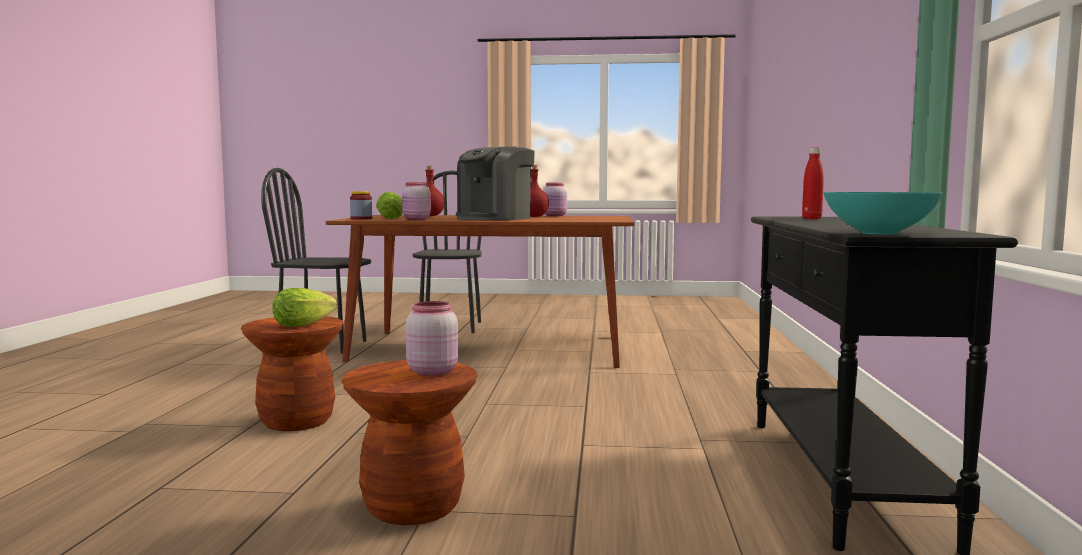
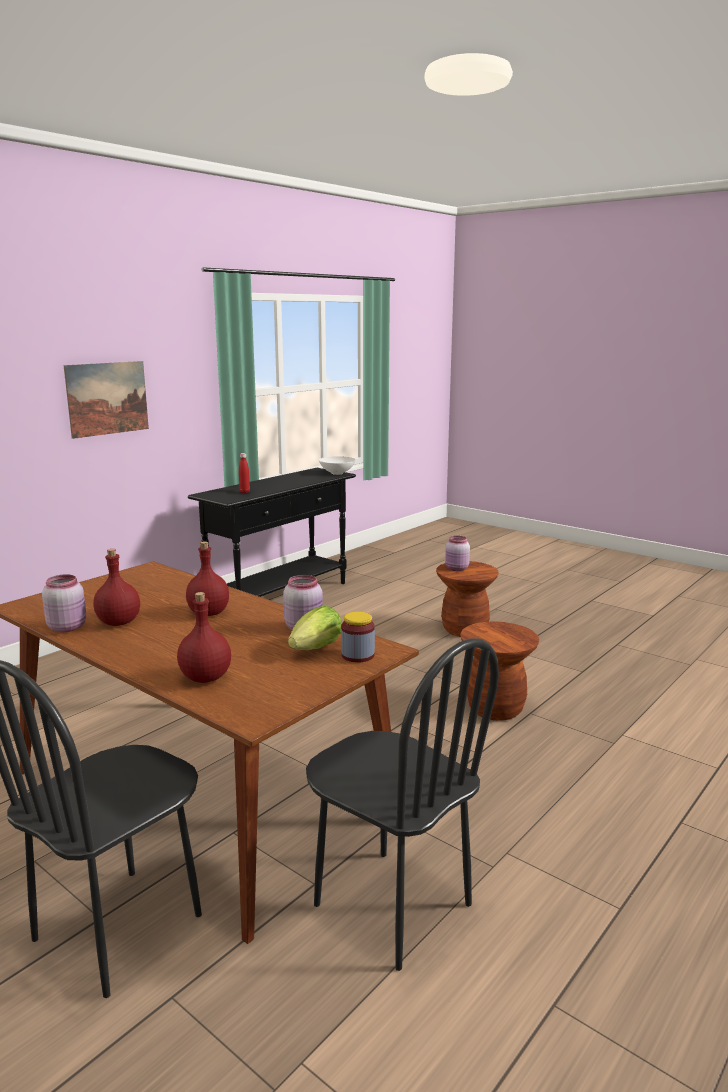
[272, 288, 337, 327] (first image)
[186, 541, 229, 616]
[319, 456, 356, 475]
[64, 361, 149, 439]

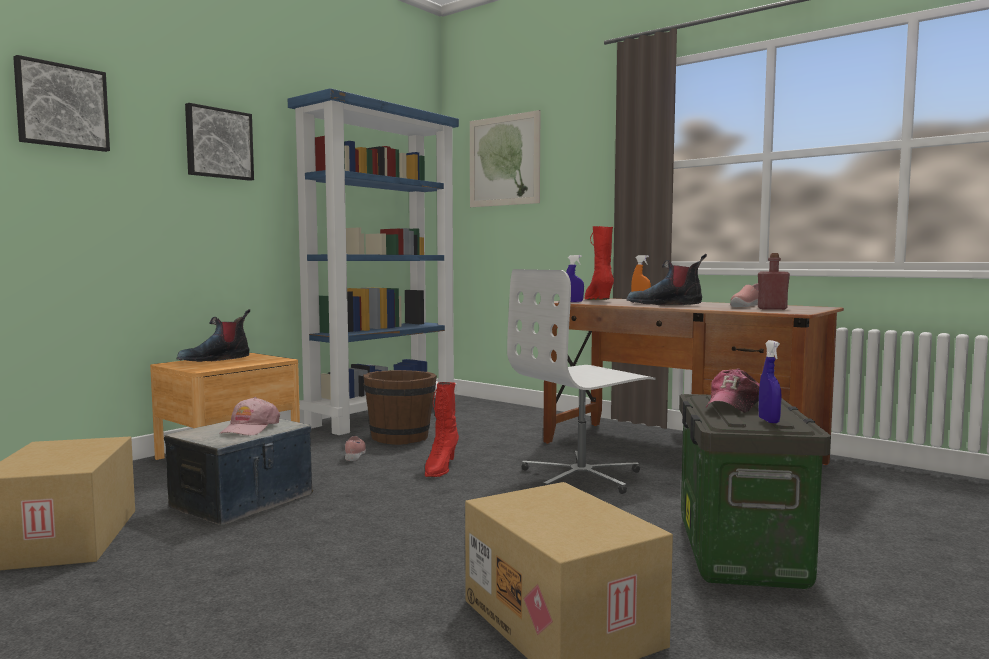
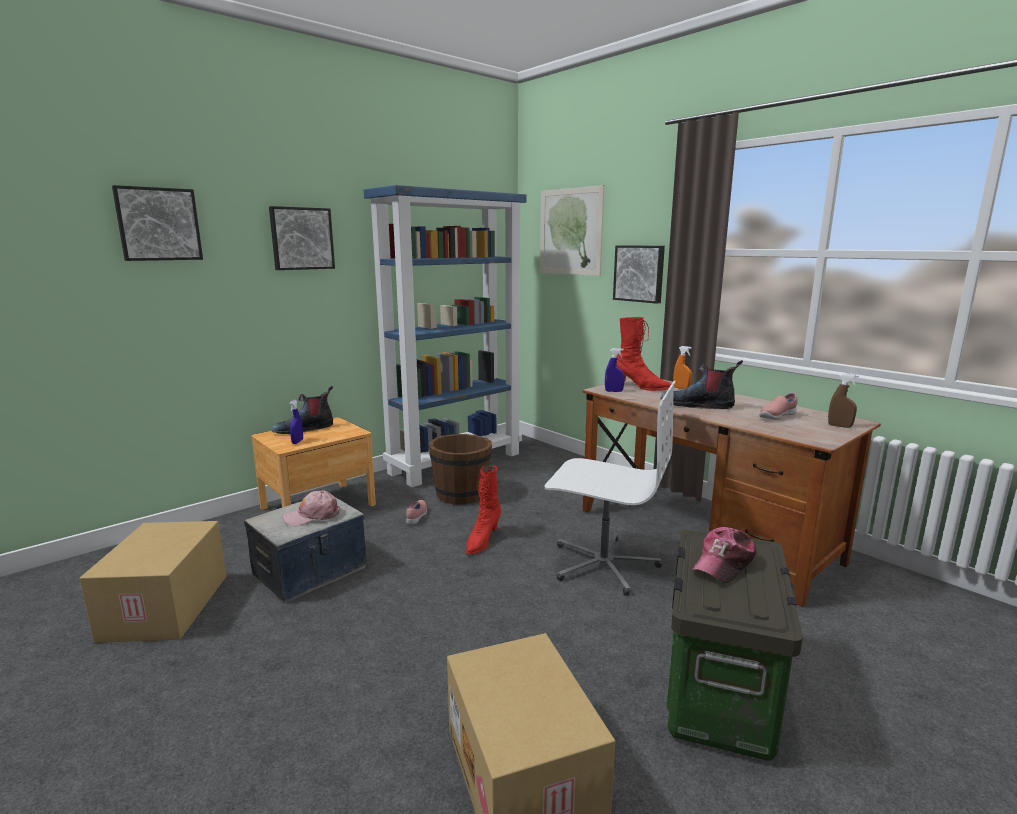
[283, 490, 340, 526]
[544, 381, 675, 596]
[616, 317, 671, 391]
[758, 253, 790, 310] (first image)
[289, 400, 303, 444]
[613, 245, 665, 304]
[828, 373, 859, 428]

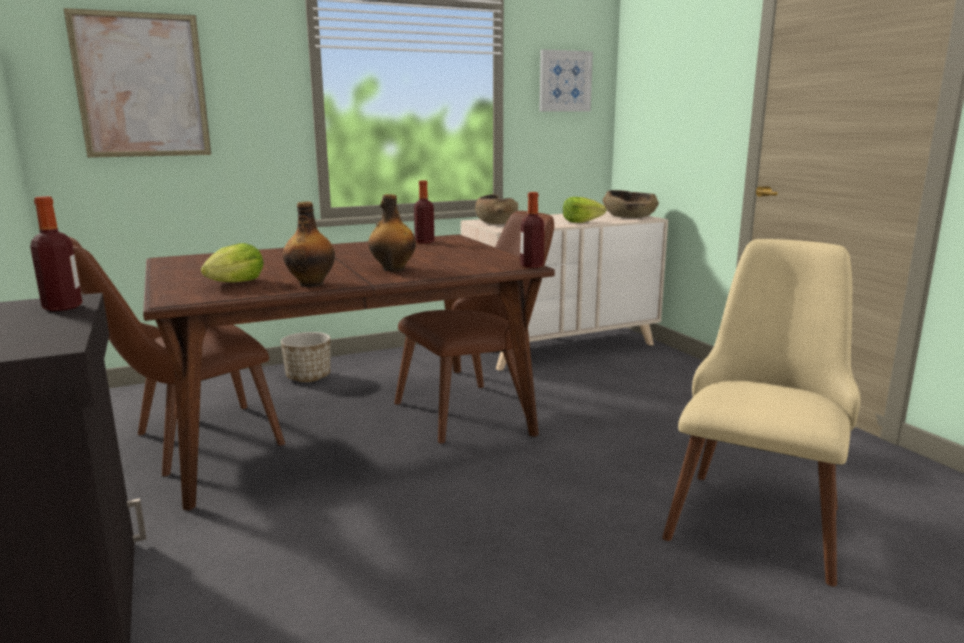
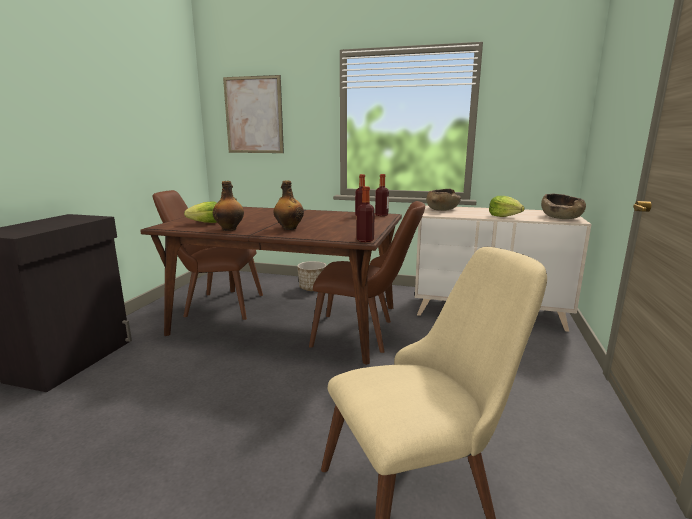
[375, 174, 389, 216]
[540, 49, 593, 111] (first image)

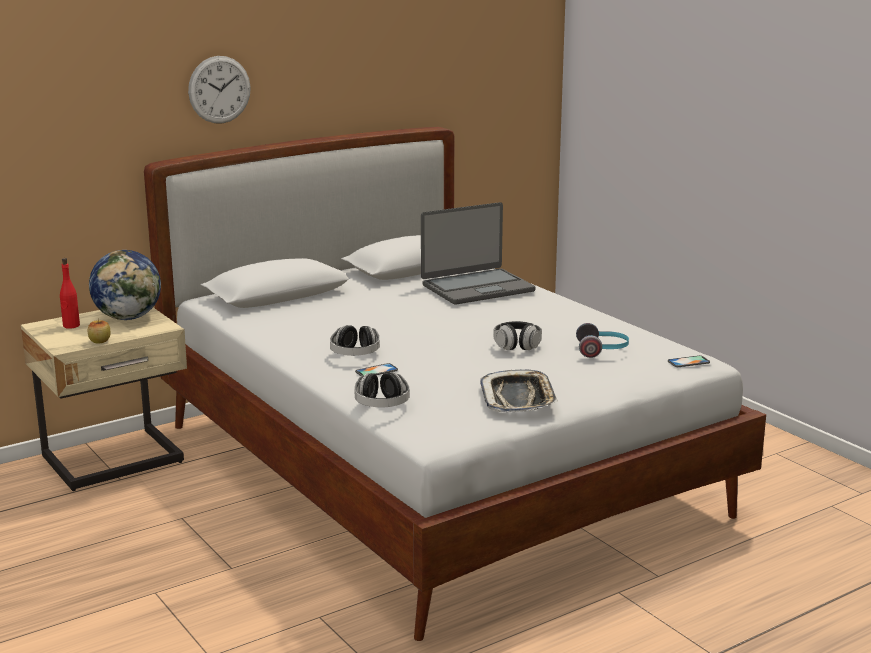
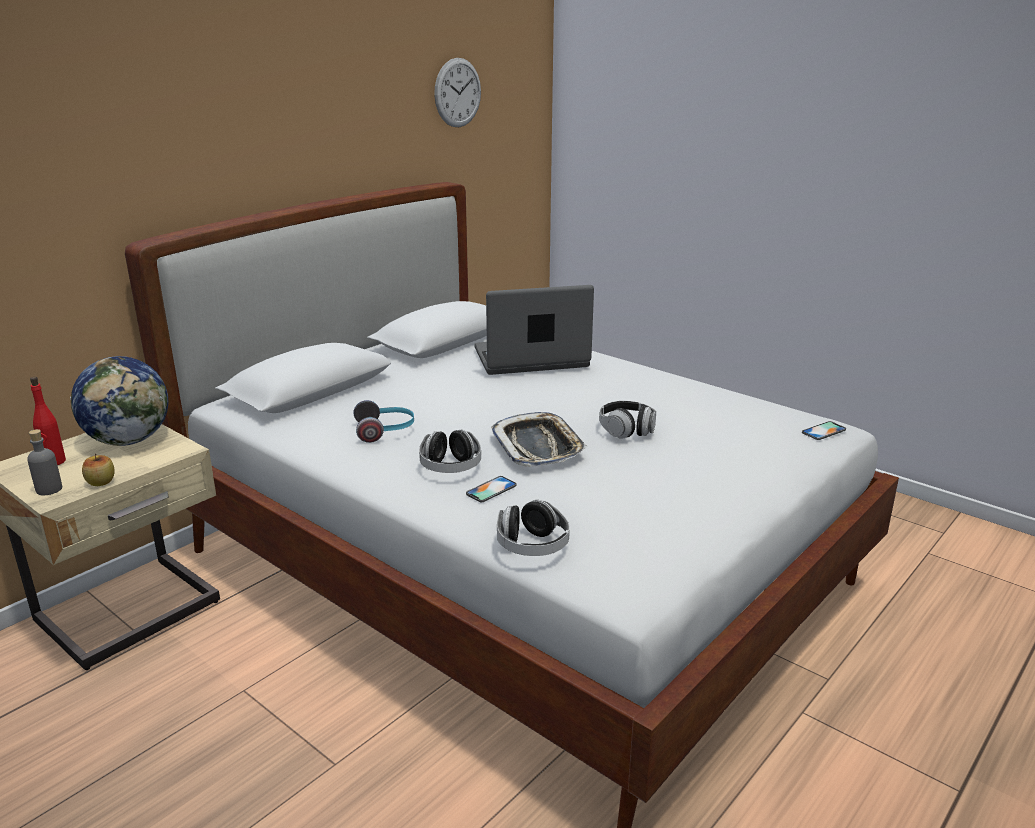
[434, 58, 481, 127]
[475, 285, 594, 375]
[491, 412, 588, 467]
[353, 400, 414, 443]
[27, 429, 62, 495]

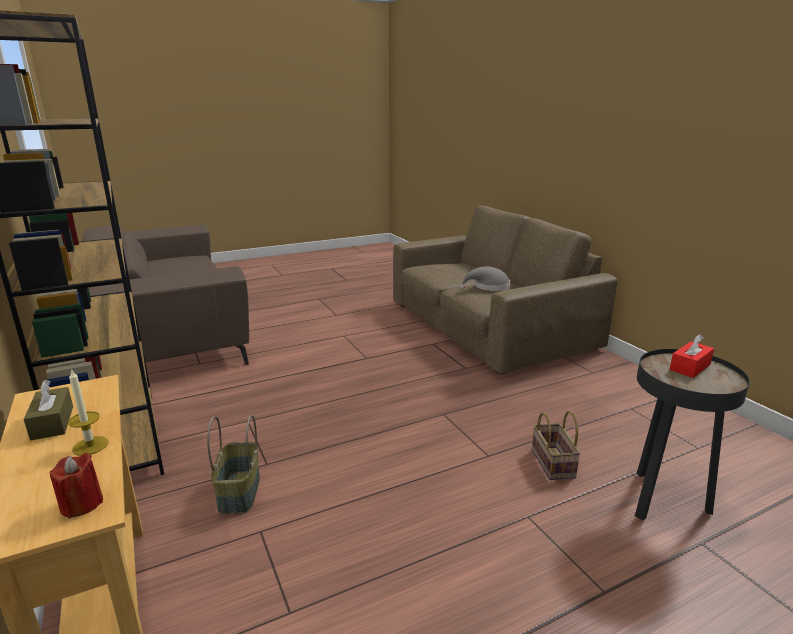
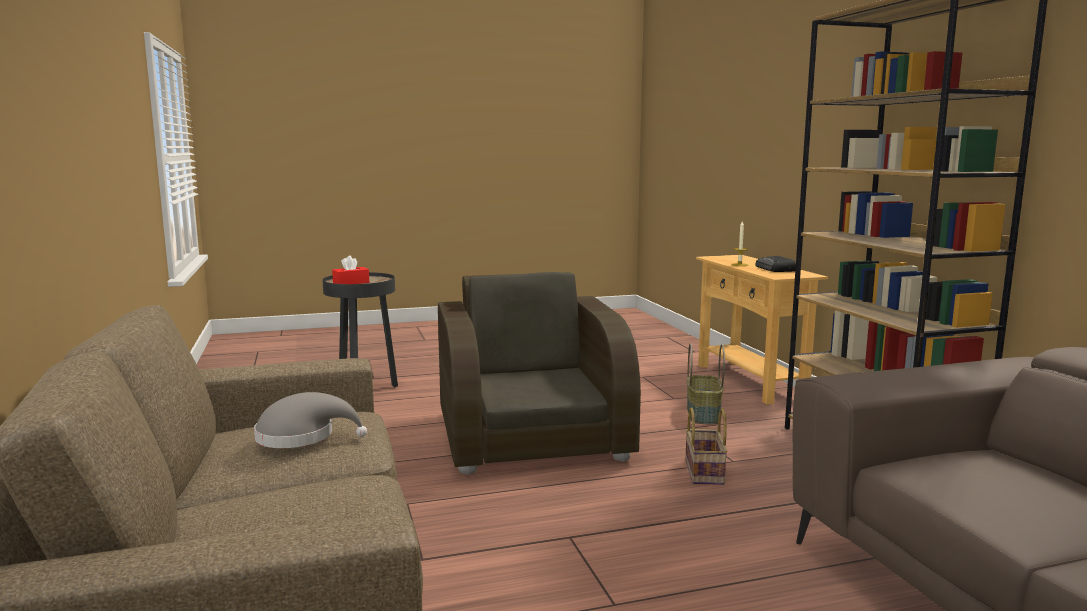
[755, 256, 796, 272]
[49, 453, 103, 519] (first image)
[685, 408, 728, 485]
[438, 272, 641, 475]

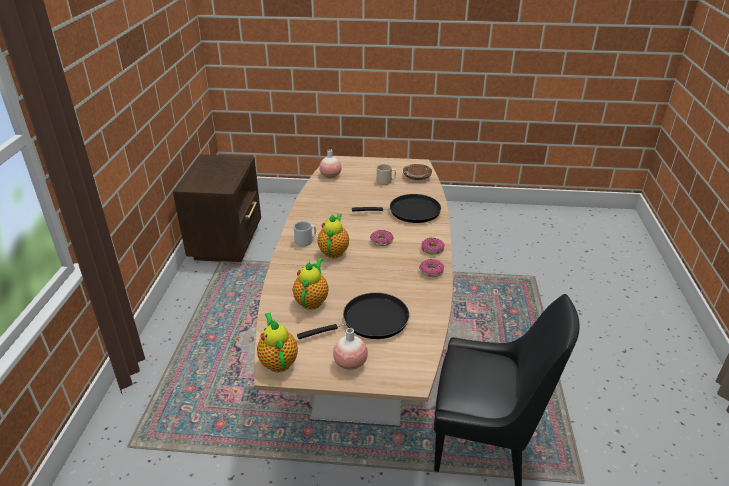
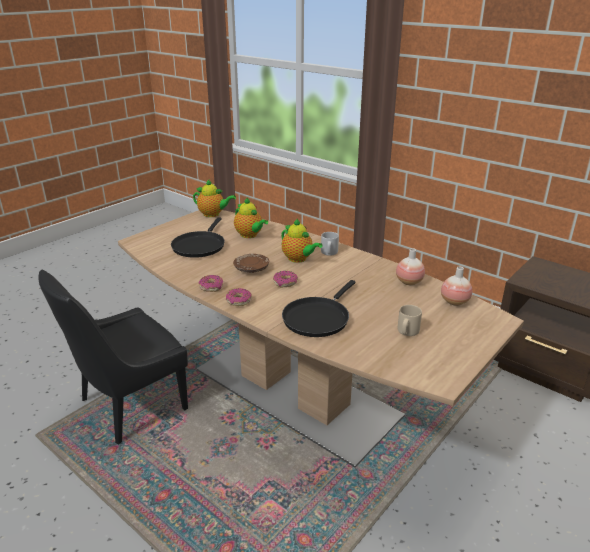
[396, 248, 425, 285]
[233, 254, 269, 273]

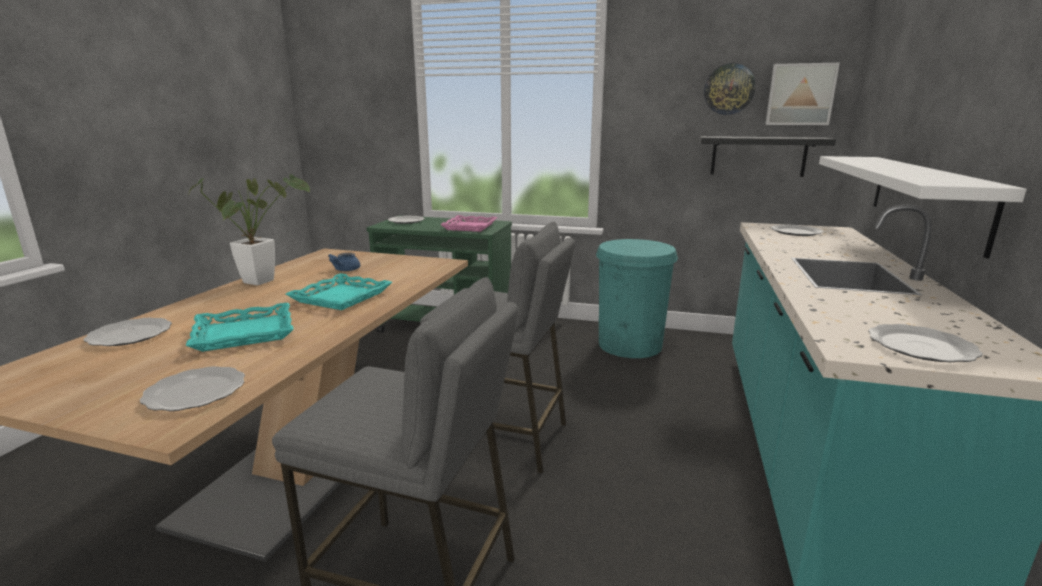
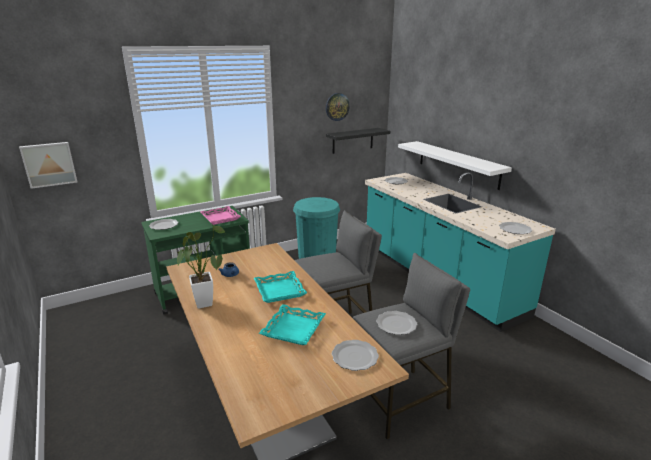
[376, 311, 417, 335]
[19, 142, 77, 189]

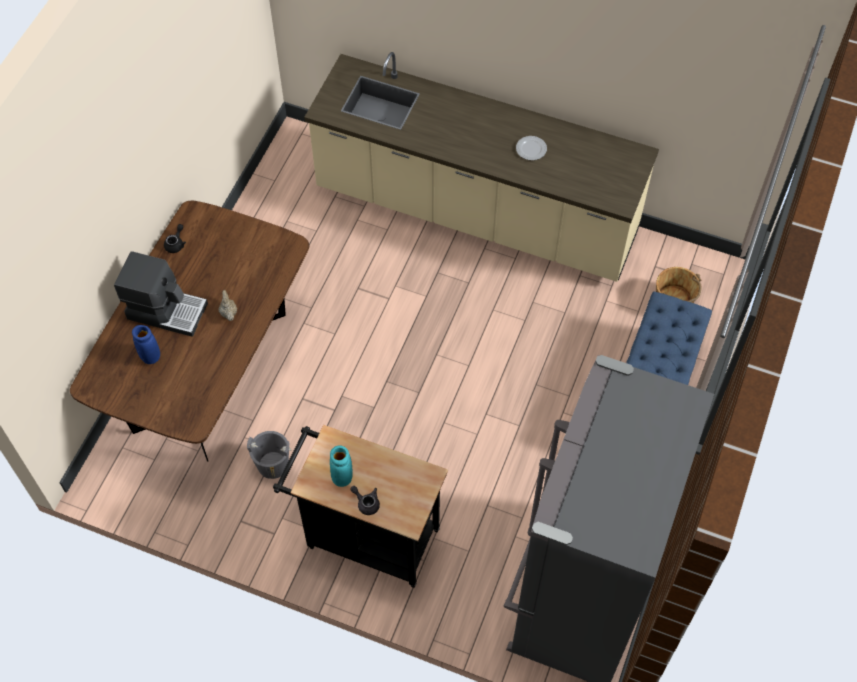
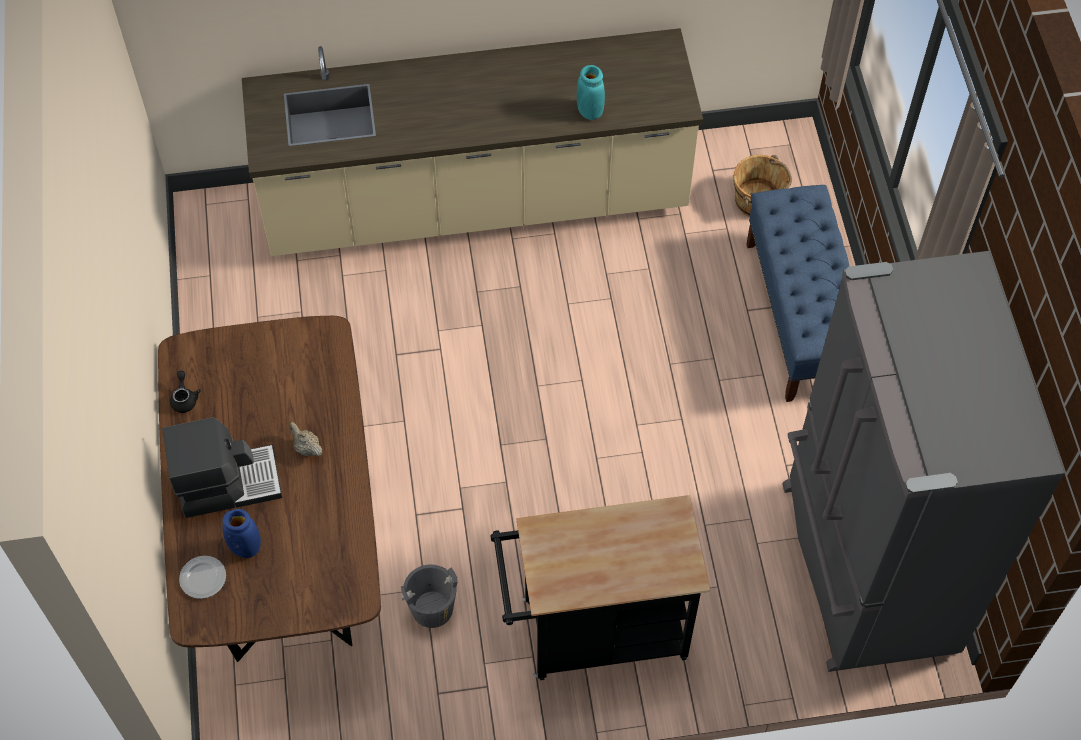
[577, 65, 605, 120]
[351, 486, 380, 515] (first image)
[179, 556, 226, 599]

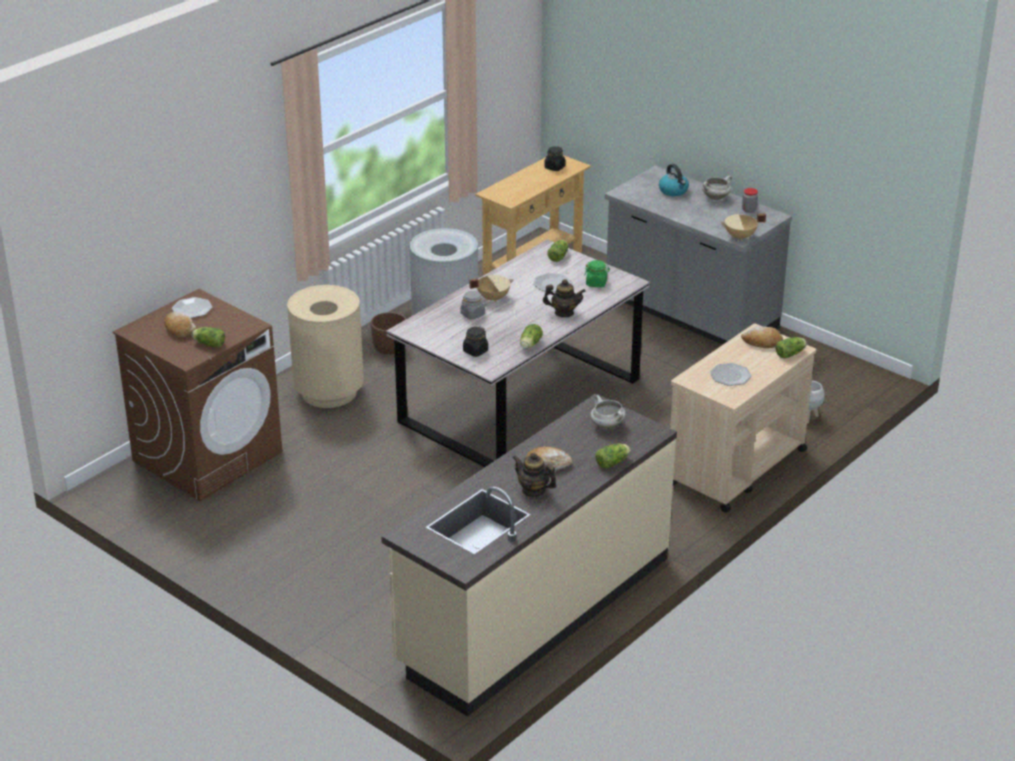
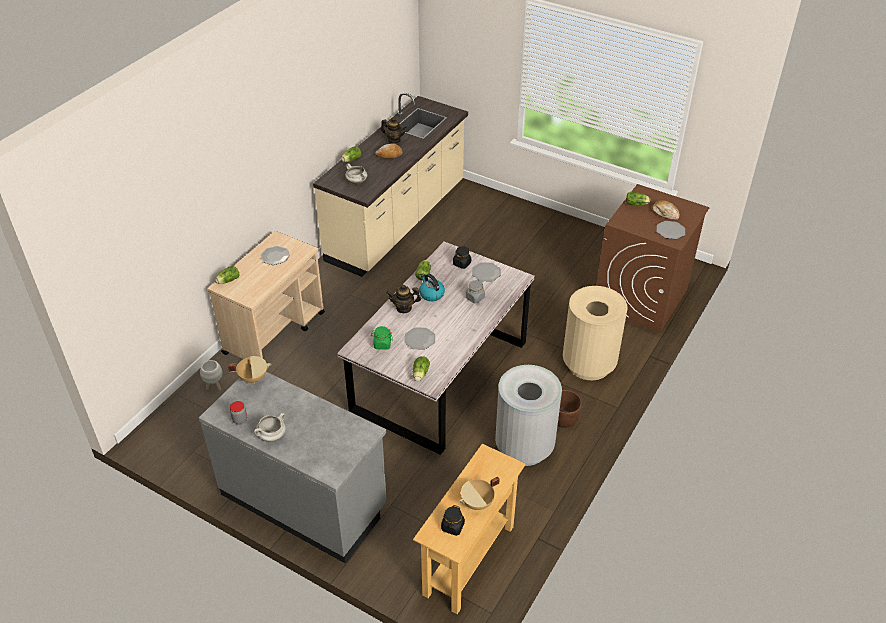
[459, 476, 500, 510]
[419, 274, 445, 301]
[741, 326, 783, 348] (first image)
[472, 262, 501, 281]

